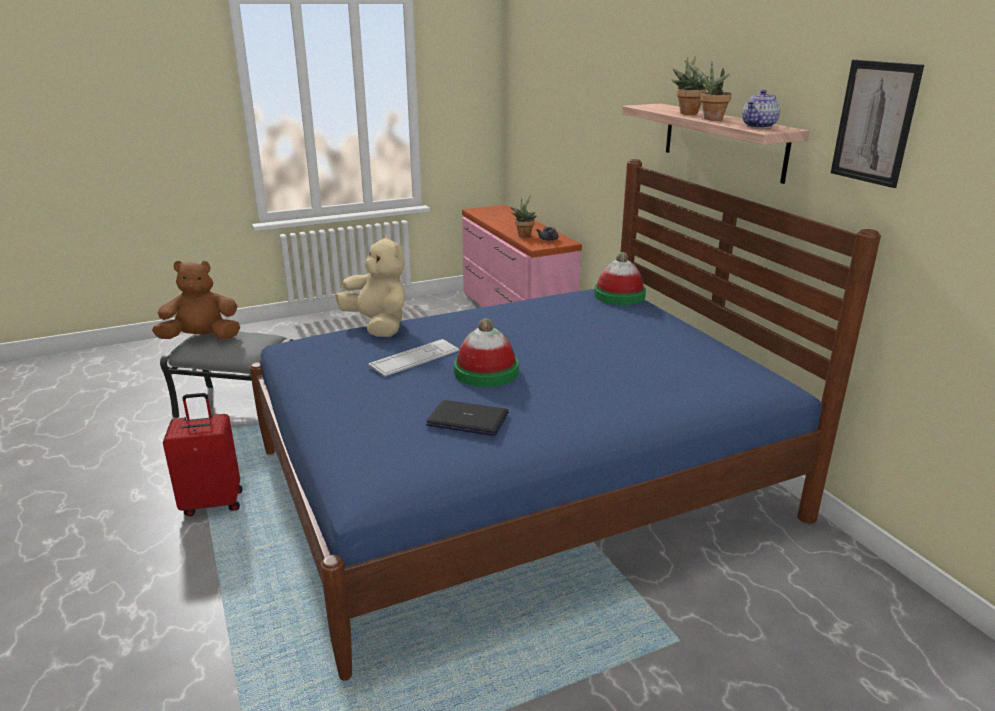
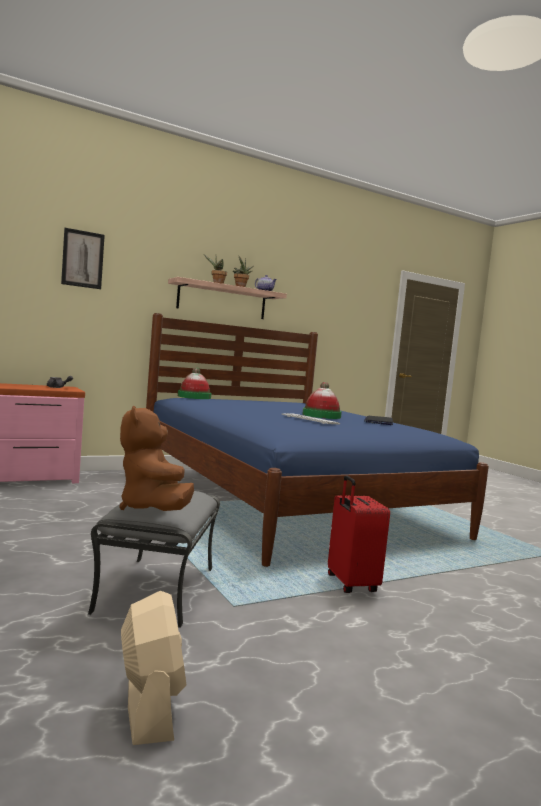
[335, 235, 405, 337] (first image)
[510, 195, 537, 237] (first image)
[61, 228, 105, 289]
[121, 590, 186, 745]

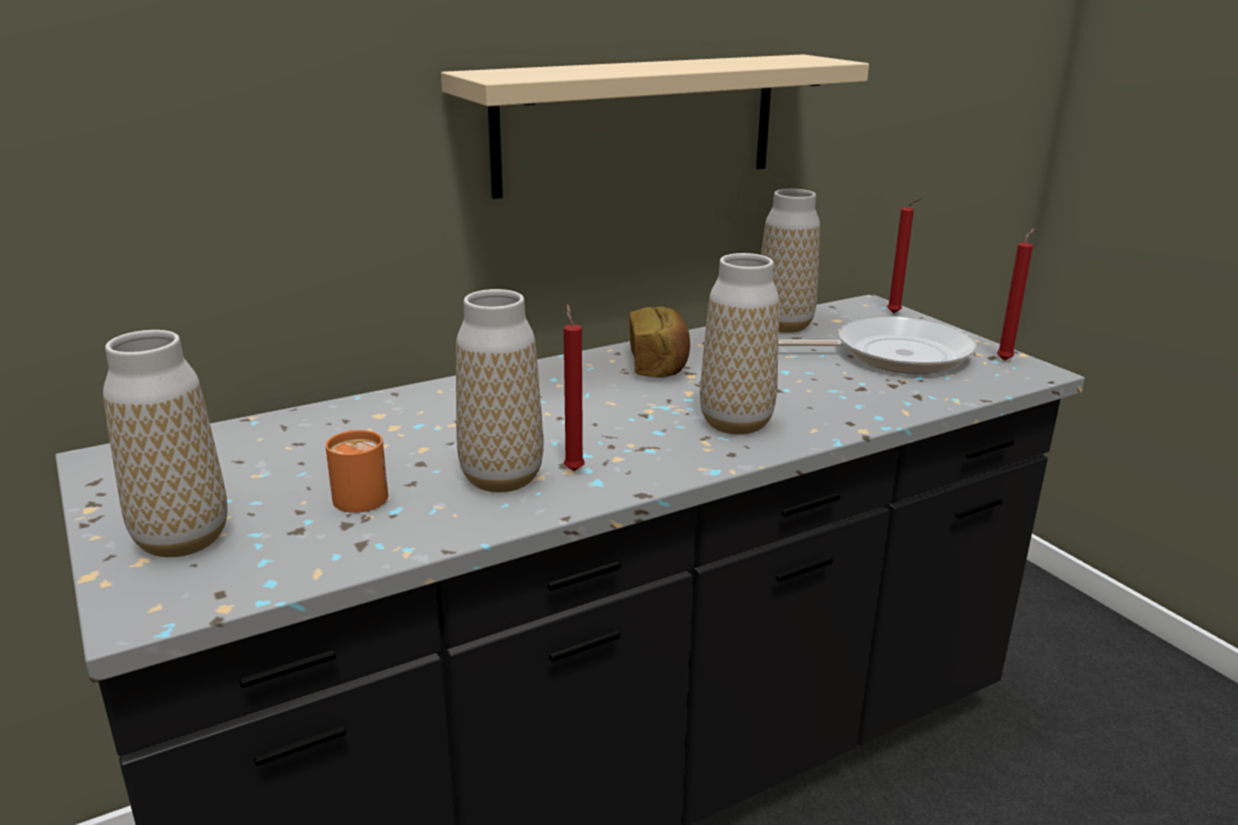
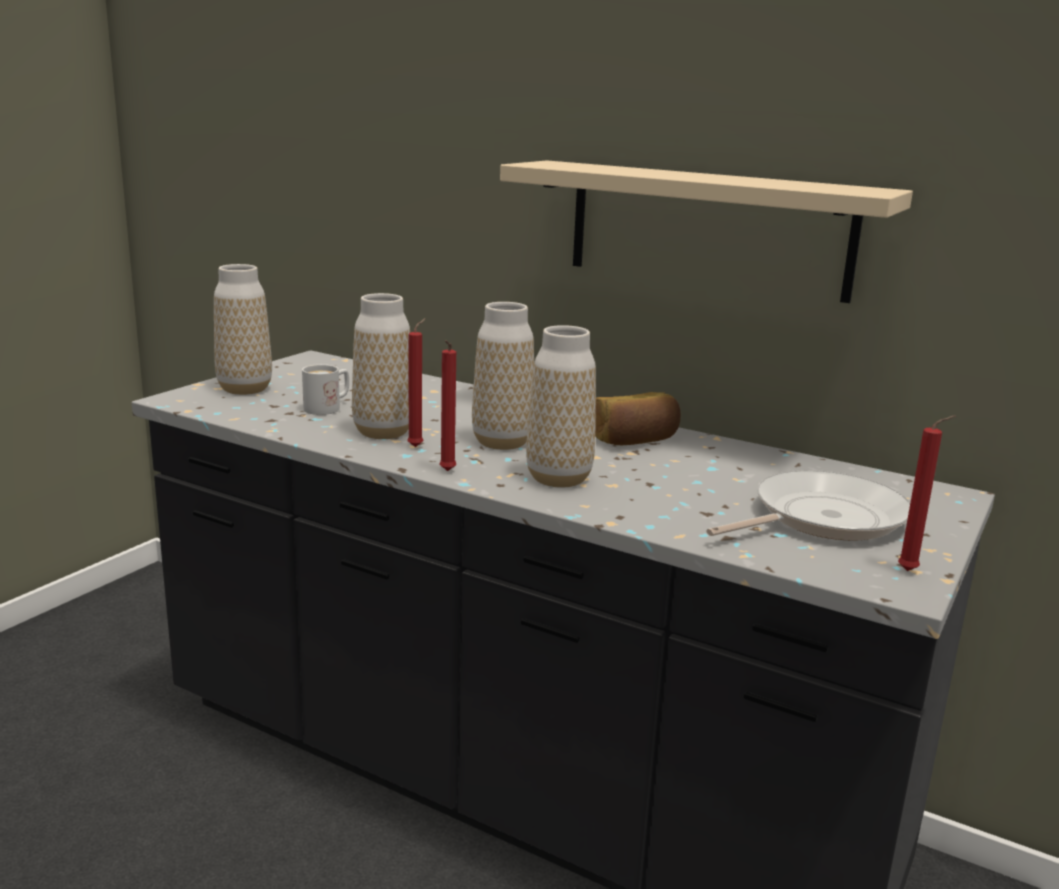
[302, 364, 349, 415]
[472, 302, 534, 450]
[706, 470, 910, 541]
[439, 340, 456, 471]

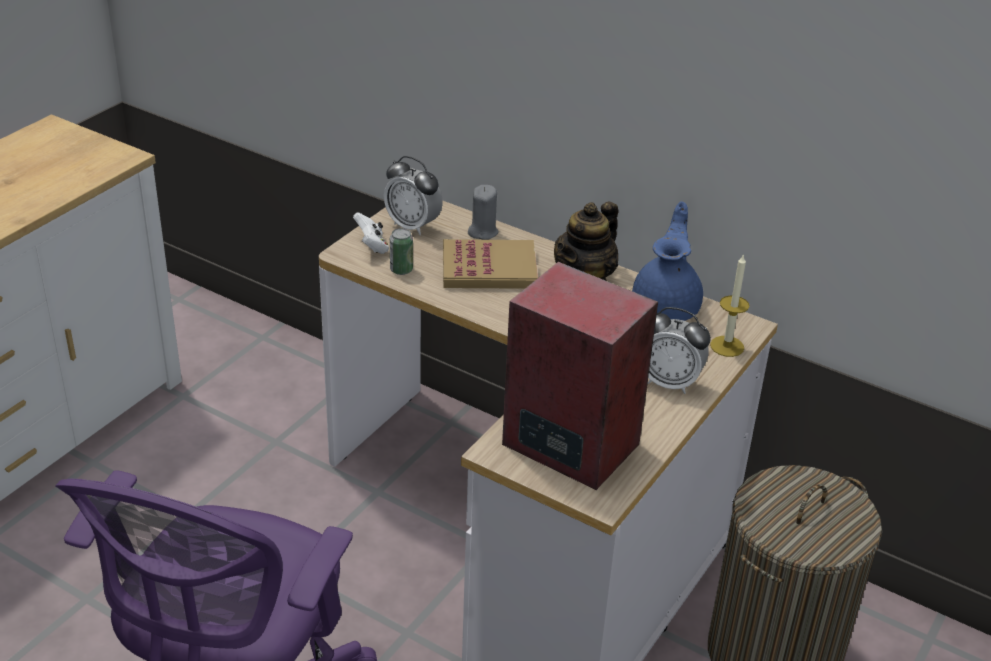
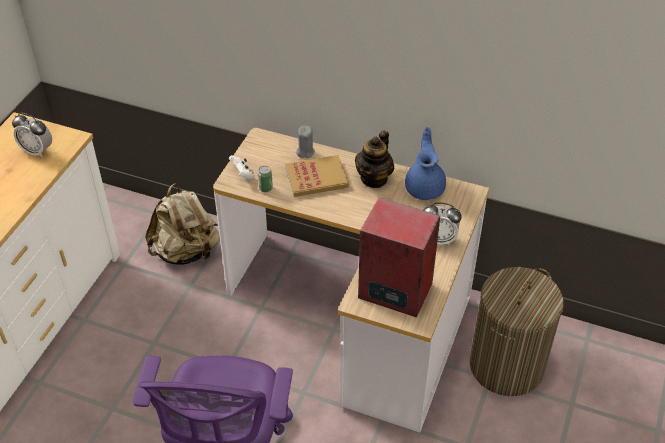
[12, 113, 52, 158]
[710, 254, 750, 357] (first image)
[145, 183, 220, 265]

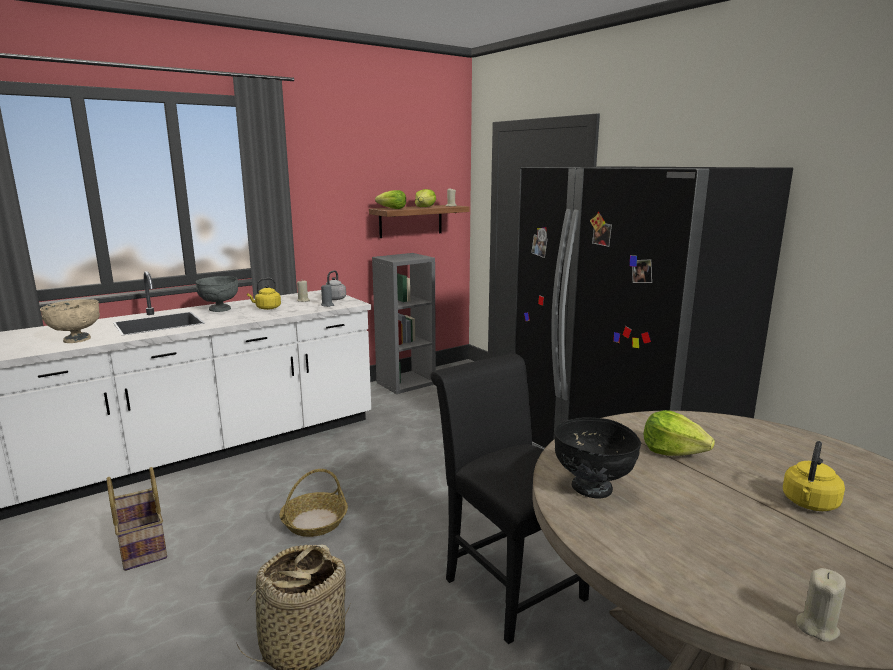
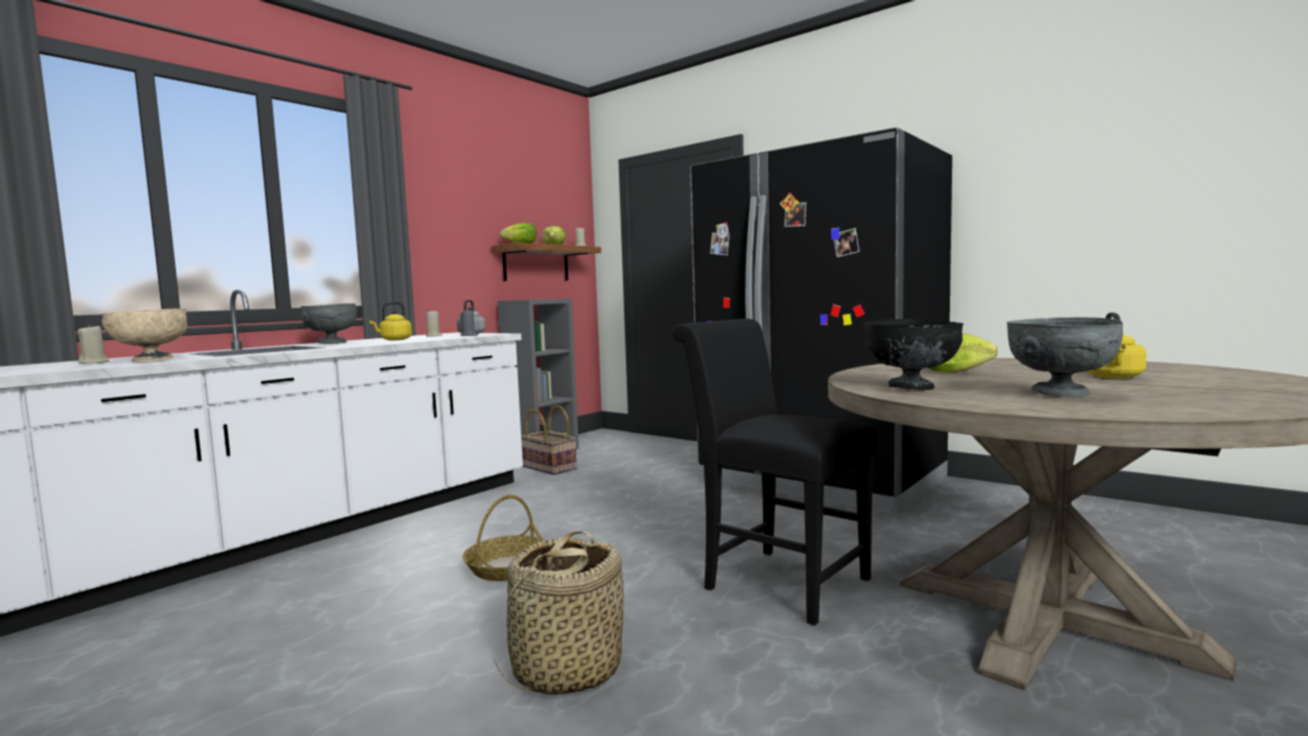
[521, 405, 577, 475]
[78, 324, 109, 364]
[1007, 317, 1123, 398]

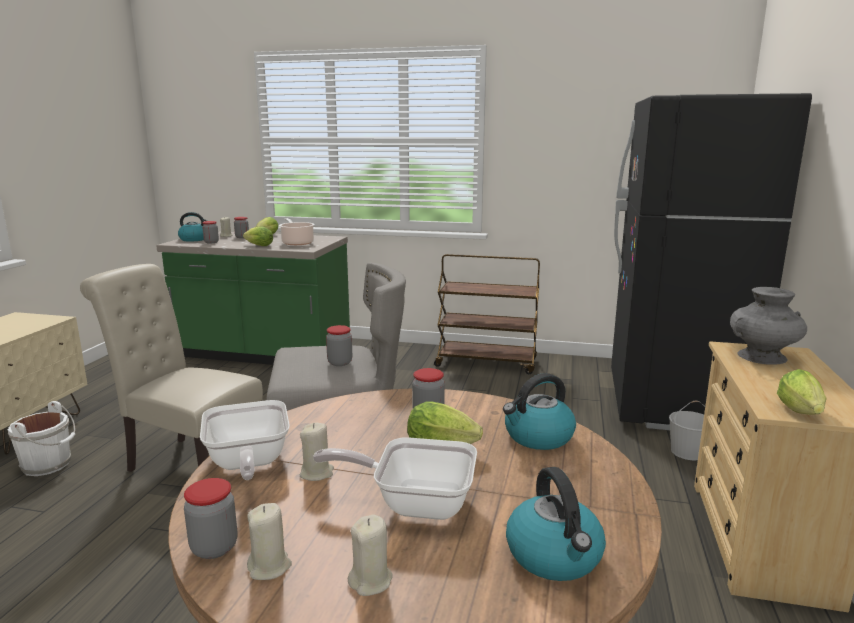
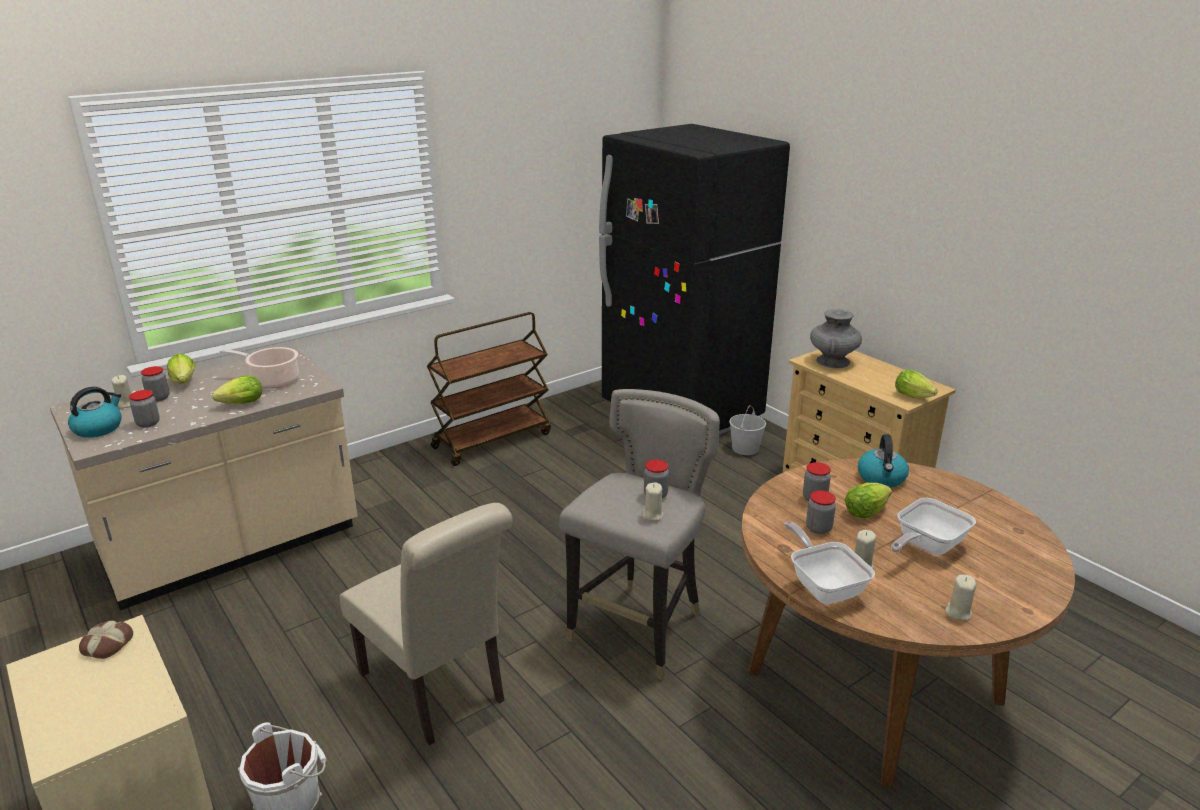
[339, 503, 513, 746]
[50, 348, 357, 610]
[806, 490, 836, 534]
[785, 522, 875, 605]
[642, 483, 663, 521]
[506, 467, 606, 581] (first image)
[79, 620, 133, 659]

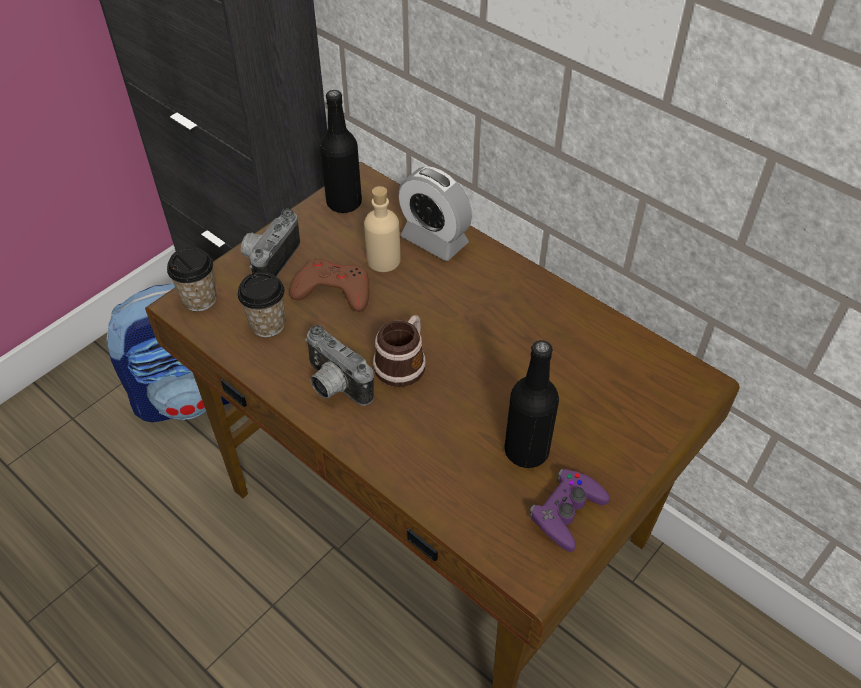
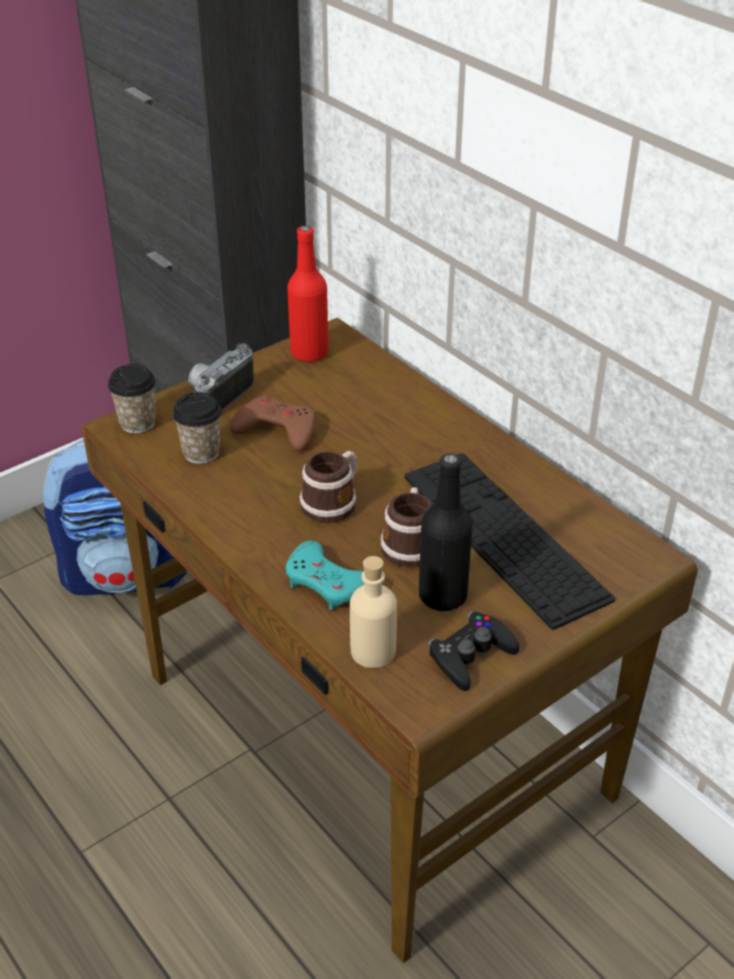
[305, 325, 374, 406] (first image)
[287, 226, 329, 362]
[350, 556, 397, 668]
[398, 166, 472, 261] (first image)
[428, 611, 519, 691]
[286, 541, 384, 610]
[380, 487, 433, 567]
[405, 453, 615, 630]

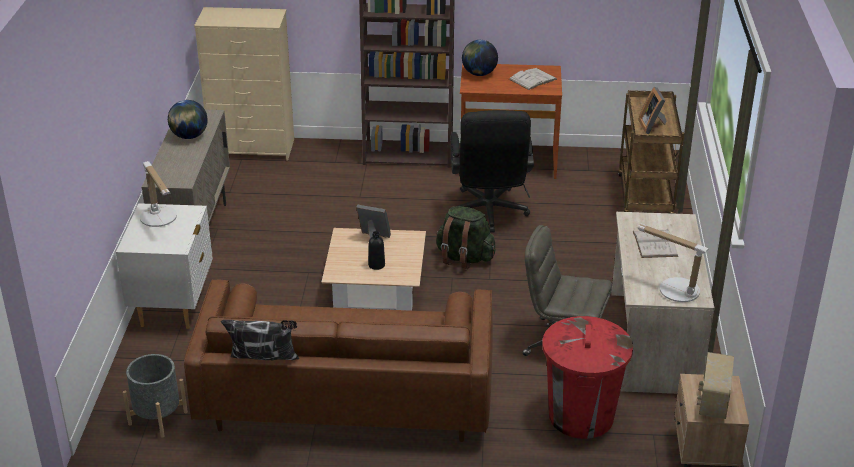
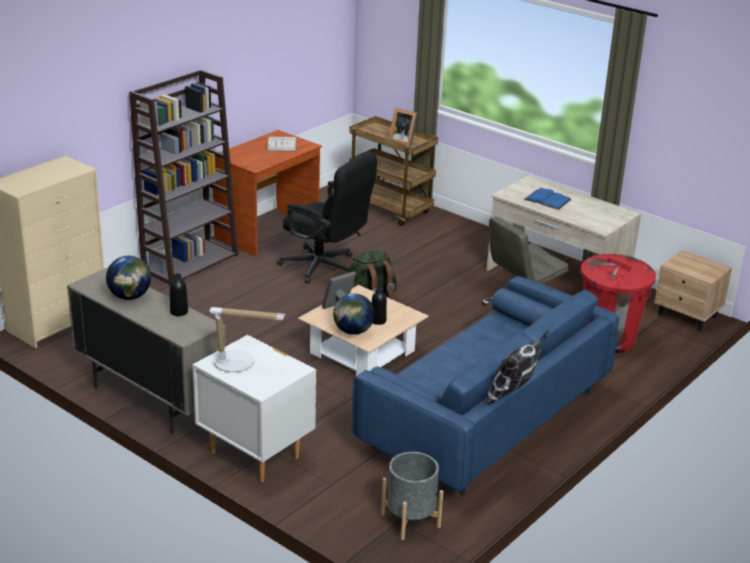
[352, 276, 619, 495]
[333, 293, 374, 335]
[524, 187, 571, 210]
[637, 223, 709, 302] (first image)
[697, 352, 734, 419] (first image)
[170, 274, 188, 316]

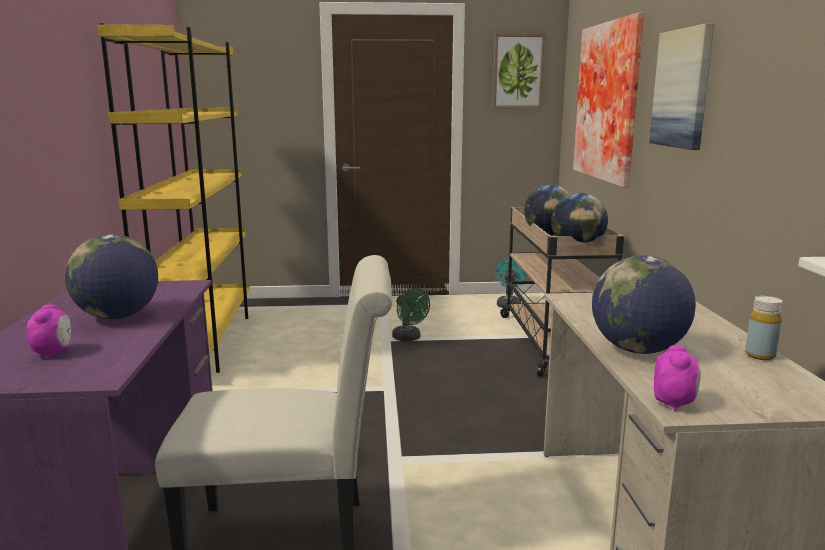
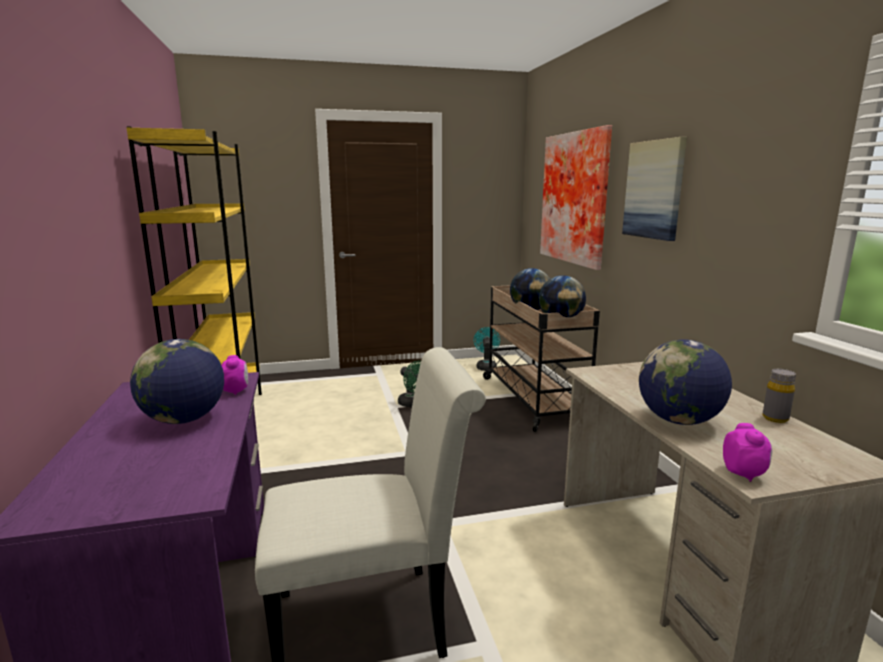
[221, 355, 248, 395]
[493, 34, 545, 108] (first image)
[762, 369, 796, 423]

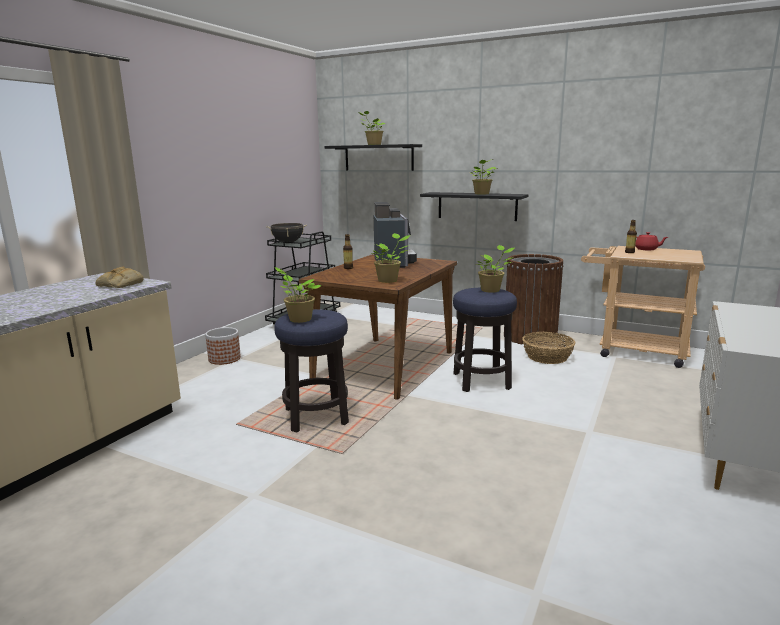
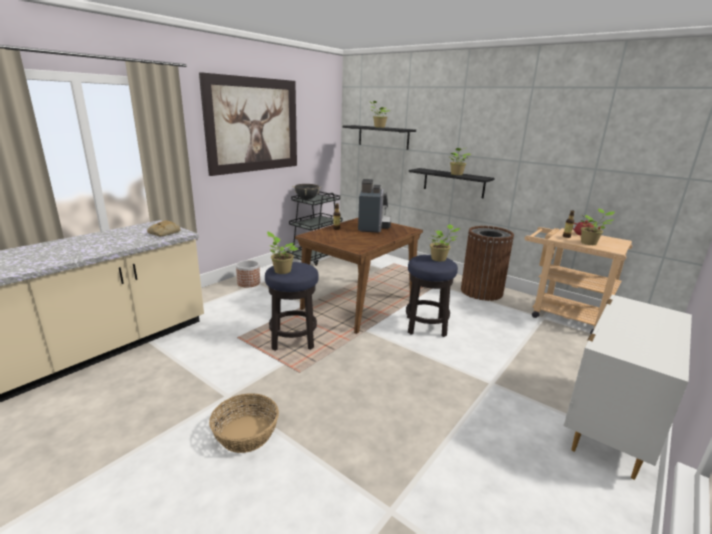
[581, 208, 615, 245]
[209, 393, 279, 453]
[199, 72, 297, 176]

